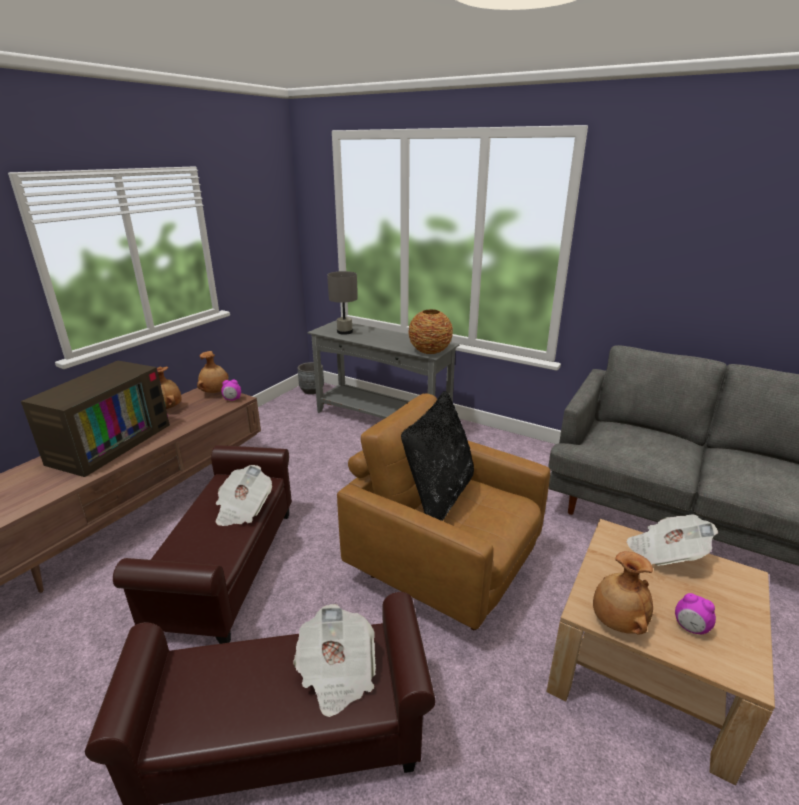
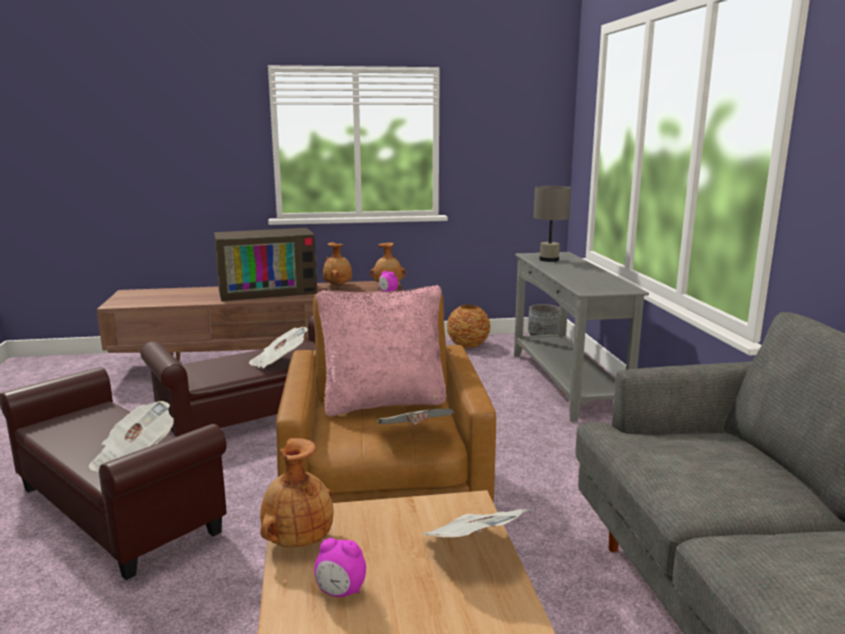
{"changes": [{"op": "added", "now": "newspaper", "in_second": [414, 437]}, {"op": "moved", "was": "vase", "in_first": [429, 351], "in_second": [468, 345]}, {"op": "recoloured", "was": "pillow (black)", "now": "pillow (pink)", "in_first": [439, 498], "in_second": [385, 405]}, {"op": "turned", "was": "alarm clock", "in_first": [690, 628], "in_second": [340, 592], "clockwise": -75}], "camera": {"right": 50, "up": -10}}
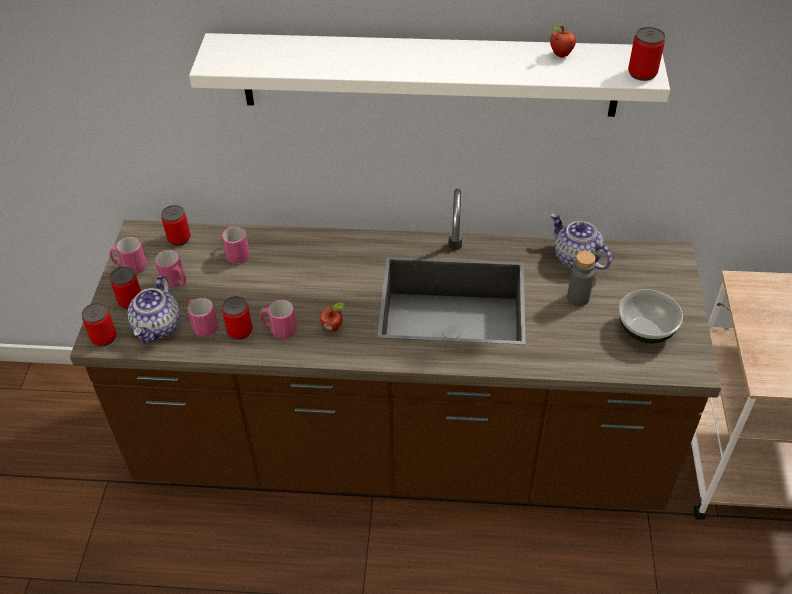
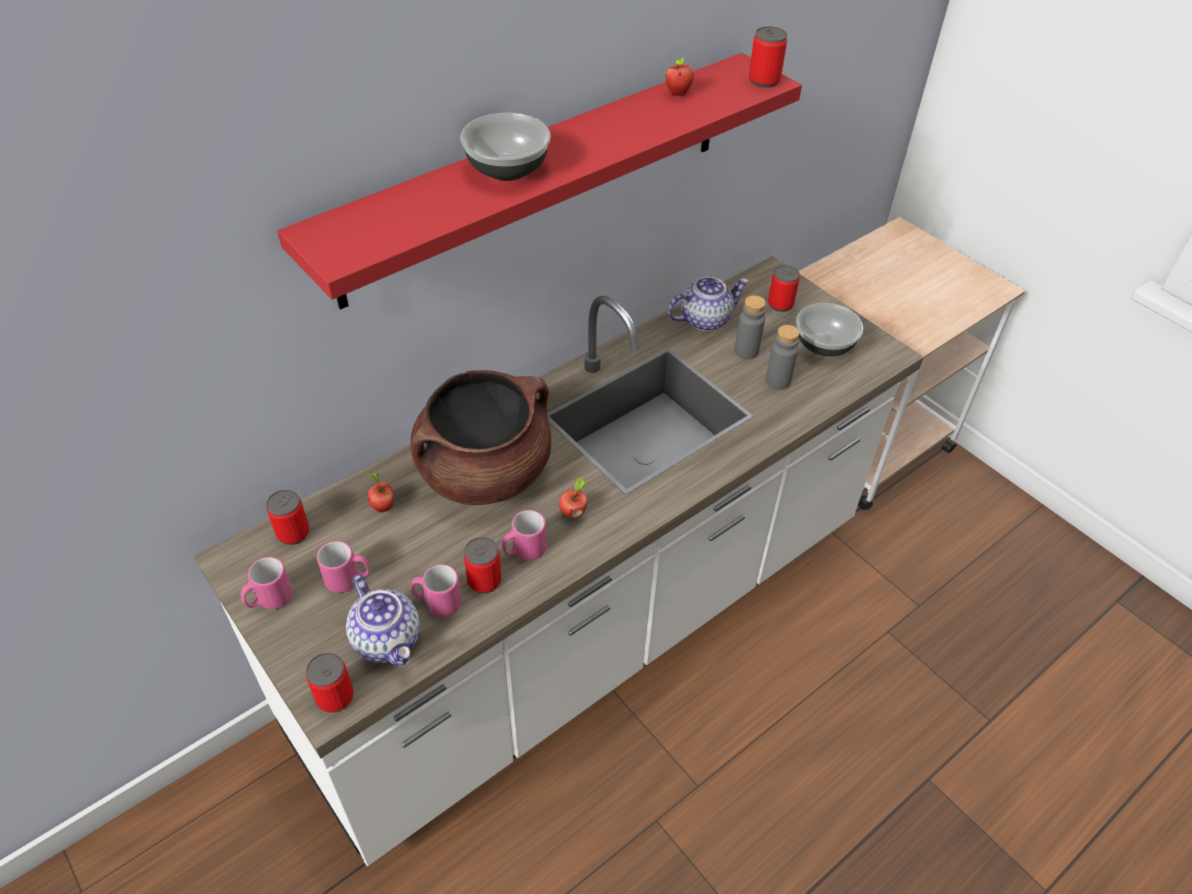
{"changes": [{"op": "added", "now": "cooking pot (brown)", "in_second": [485, 472]}, {"op": "added", "now": "bowl", "in_second": [506, 169]}, {"op": "added", "now": "bottle (grey)", "in_second": [778, 381]}, {"op": "moved", "was": "can", "in_first": [130, 300], "in_second": [780, 304]}, {"op": "replaced", "was": "mug (pink)", "now": "apple", "in_first": [236, 253], "in_second": [382, 507]}, {"op": "recoloured", "was": "counter (brown)", "now": "counter (white)", "in_first": [399, 450], "in_second": [590, 628]}, {"op": "recoloured", "was": "shelf (white)", "now": "shelf (red)", "in_first": [429, 75], "in_second": [539, 176]}, {"op": "turned", "was": "teapot", "in_first": [575, 258], "in_second": [705, 319], "clockwise": 150}], "camera": {"right": -45, "up": 0}}
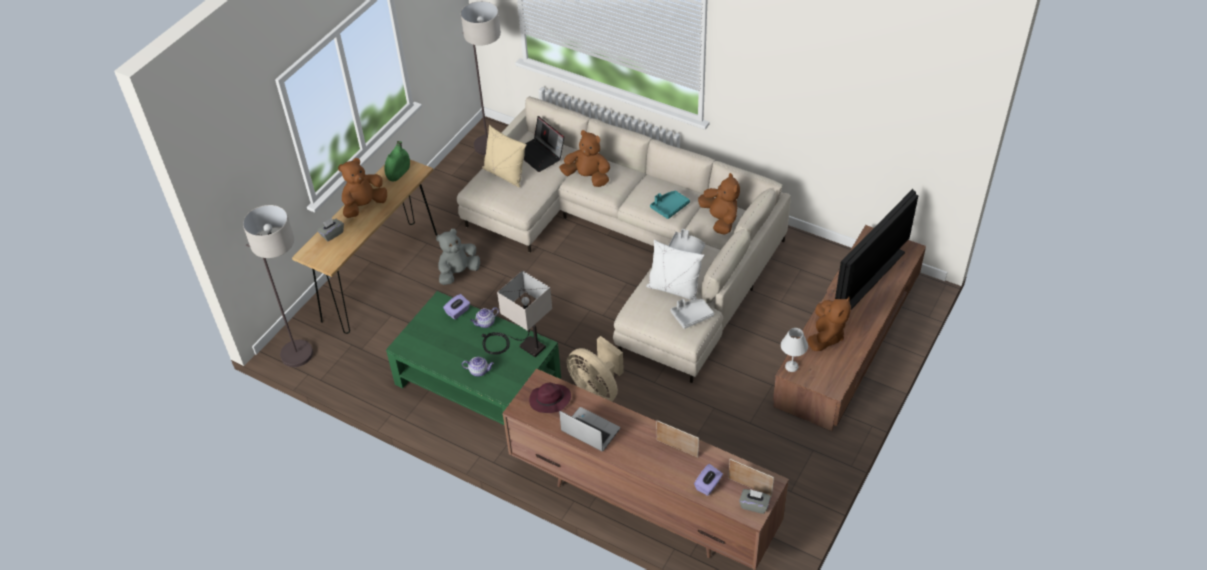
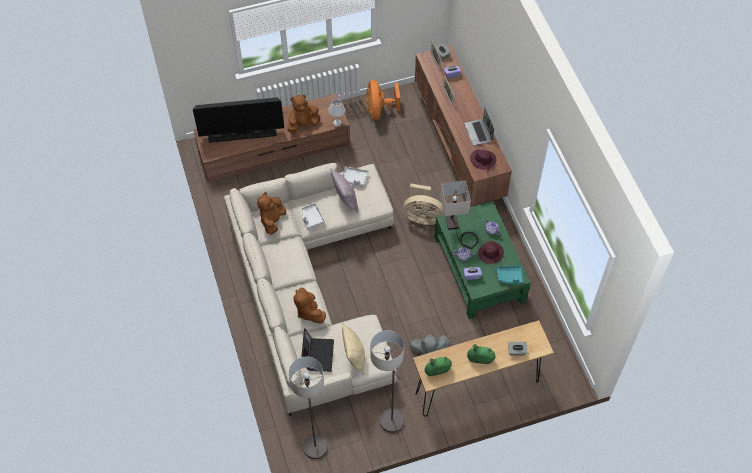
{"changes": [{"op": "added", "now": "fan (orange)", "in_second": [379, 110]}, {"op": "added", "now": "hat (purple)", "in_second": [491, 253]}, {"op": "moved", "was": "floor lamp (grey)", "in_first": [306, 356], "in_second": [387, 415]}, {"op": "moved", "was": "tray (turquoise)", "in_first": [669, 207], "in_second": [510, 277]}, {"op": "replaced", "was": "plush toy (brown)", "now": "vase (green)", "in_first": [364, 206], "in_second": [480, 359]}, {"op": "recoloured", "was": "pillow (white)", "now": "pillow (purple)", "in_first": [673, 289], "in_second": [346, 200]}, {"op": "turned", "was": "fan (beige)", "in_first": [597, 389], "in_second": [422, 216], "clockwise": 105}], "camera": {"right": -140, "up": 10}}
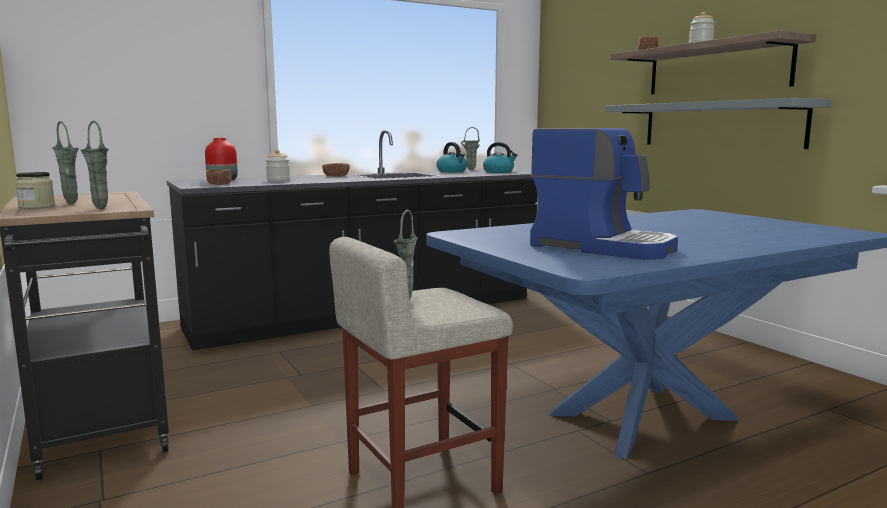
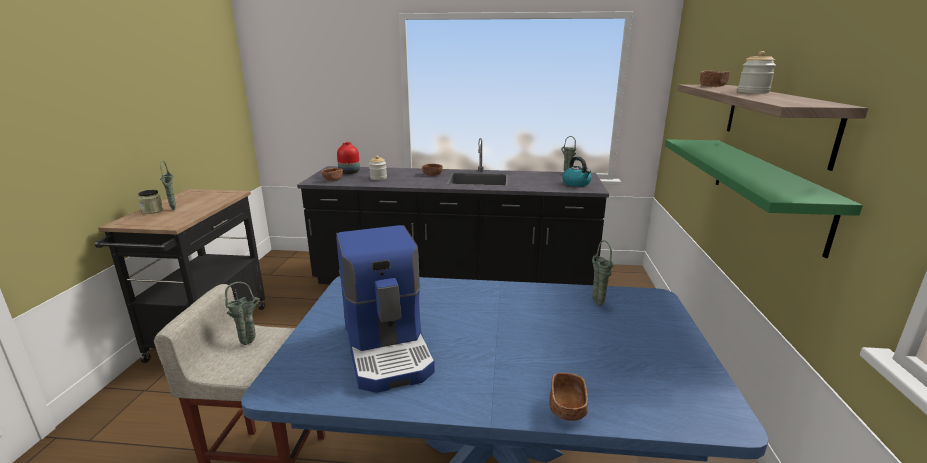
{"changes": [{"op": "removed", "was": "kettle", "in_first": [452, 171]}, {"op": "added", "now": "bowl (brown)", "in_second": [567, 408]}, {"op": "moved", "was": "vase (green)", "in_first": [99, 208], "in_second": [596, 303]}, {"op": "recoloured", "was": "shelf (grey)", "now": "shelf (green)", "in_first": [720, 125], "in_second": [766, 189]}], "camera": {"right": 35, "up": 10}}
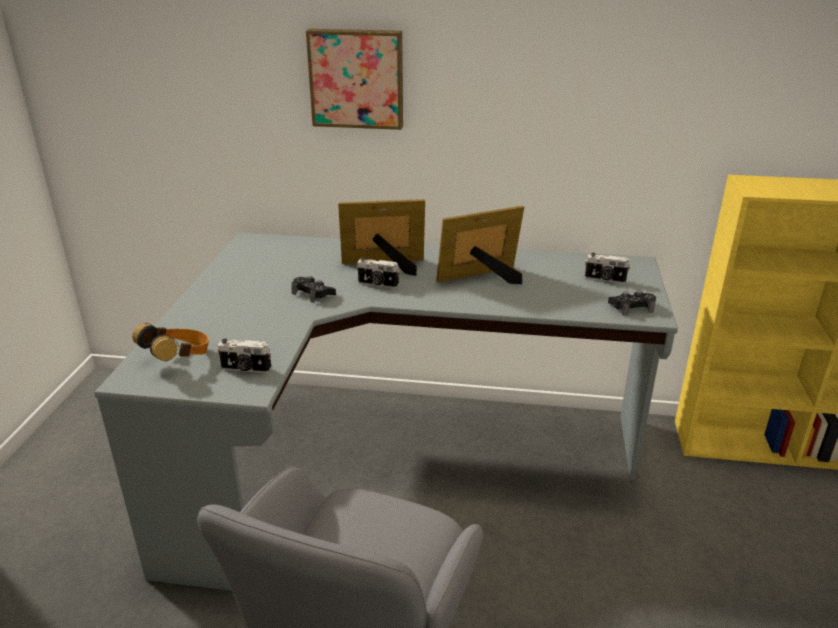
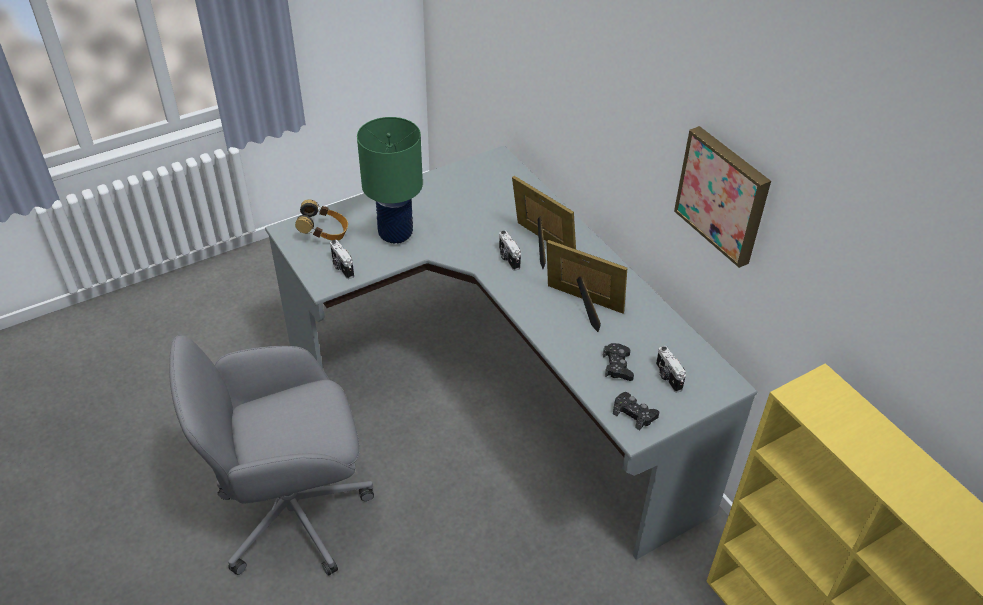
{"changes": [{"op": "added", "now": "table lamp (green)", "in_second": [395, 235]}, {"op": "moved", "was": "game controller (black)", "in_first": [313, 294], "in_second": [617, 366]}, {"op": "moved", "was": "picture", "in_first": [357, 78], "in_second": [724, 195]}], "camera": {"right": 50, "up": 15}}
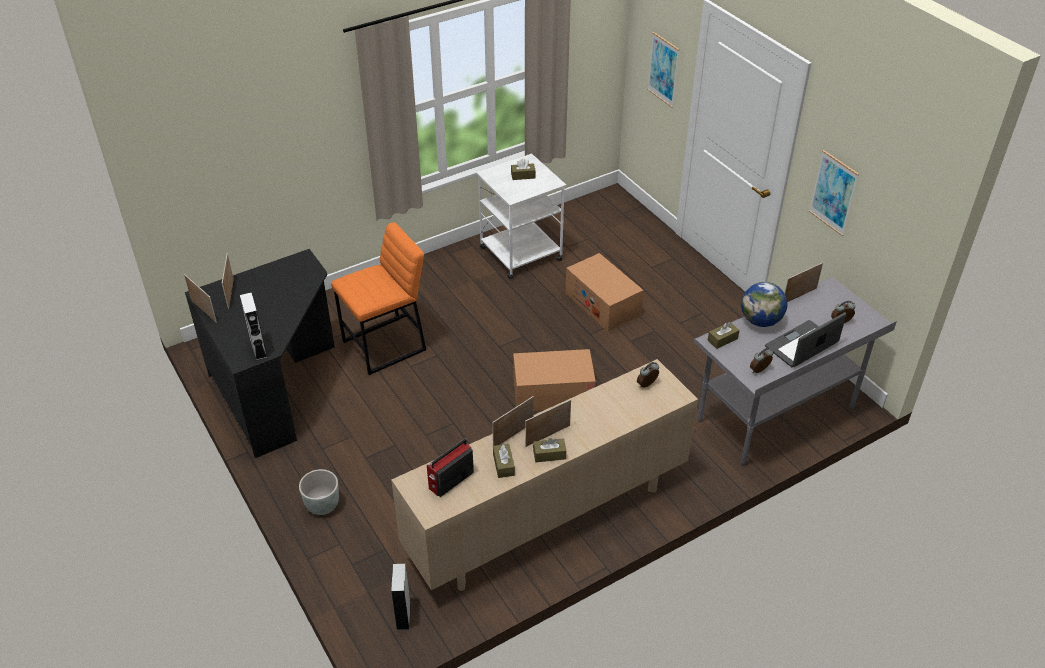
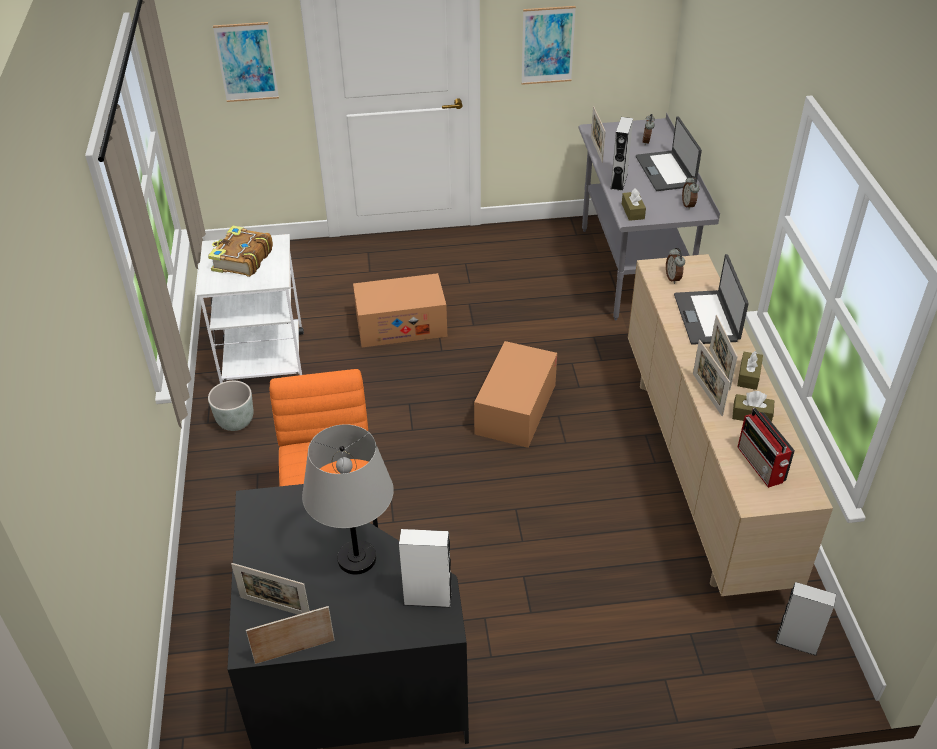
{"changes": [{"op": "added", "now": "table lamp (grey)", "in_second": [357, 558]}, {"op": "added", "now": "laptop", "in_second": [707, 318]}, {"op": "moved", "was": "planter (grey)", "in_first": [322, 505], "in_second": [235, 422]}, {"op": "replaced", "was": "tissue box (brown)", "now": "book", "in_first": [523, 176], "in_second": [241, 260]}, {"op": "replaced", "was": "globe", "now": "speaker (grey)", "in_first": [760, 321], "in_second": [619, 181]}], "camera": {"right": -65, "up": 0}}
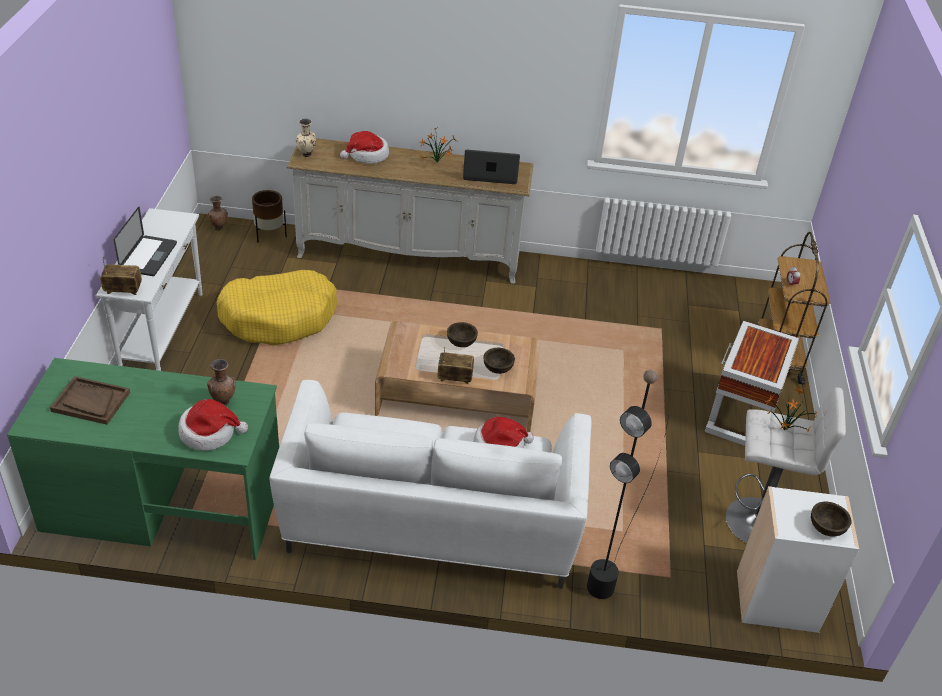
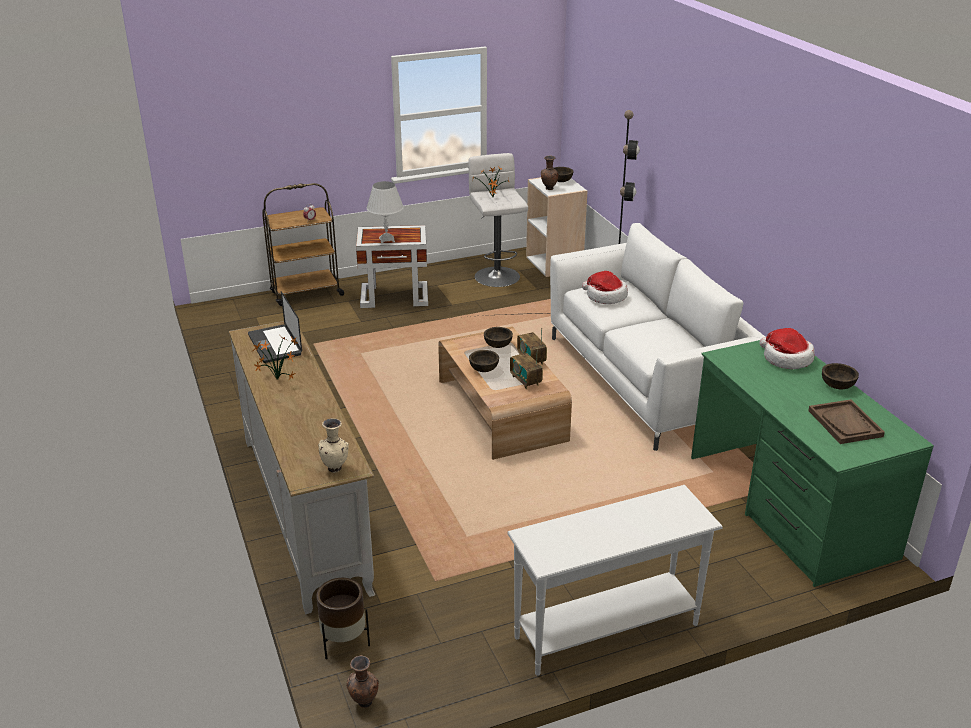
{"changes": [{"op": "removed", "was": "laptop", "in_first": [148, 257]}, {"op": "removed", "was": "dog bed (yellow)", "in_first": [279, 317]}, {"op": "removed", "was": "hat", "in_first": [367, 155]}, {"op": "added", "now": "table lamp (white)", "in_second": [386, 240]}, {"op": "added", "now": "bowl (brown)", "in_second": [837, 386]}, {"op": "moved", "was": "radio", "in_first": [123, 290], "in_second": [525, 380]}, {"op": "moved", "was": "vase (brown)", "in_first": [223, 401], "in_second": [548, 188]}], "camera": {"right": -115, "up": -10}}
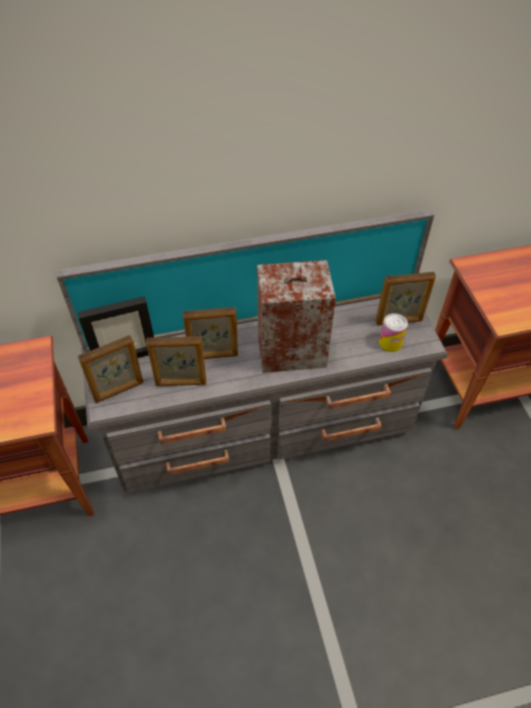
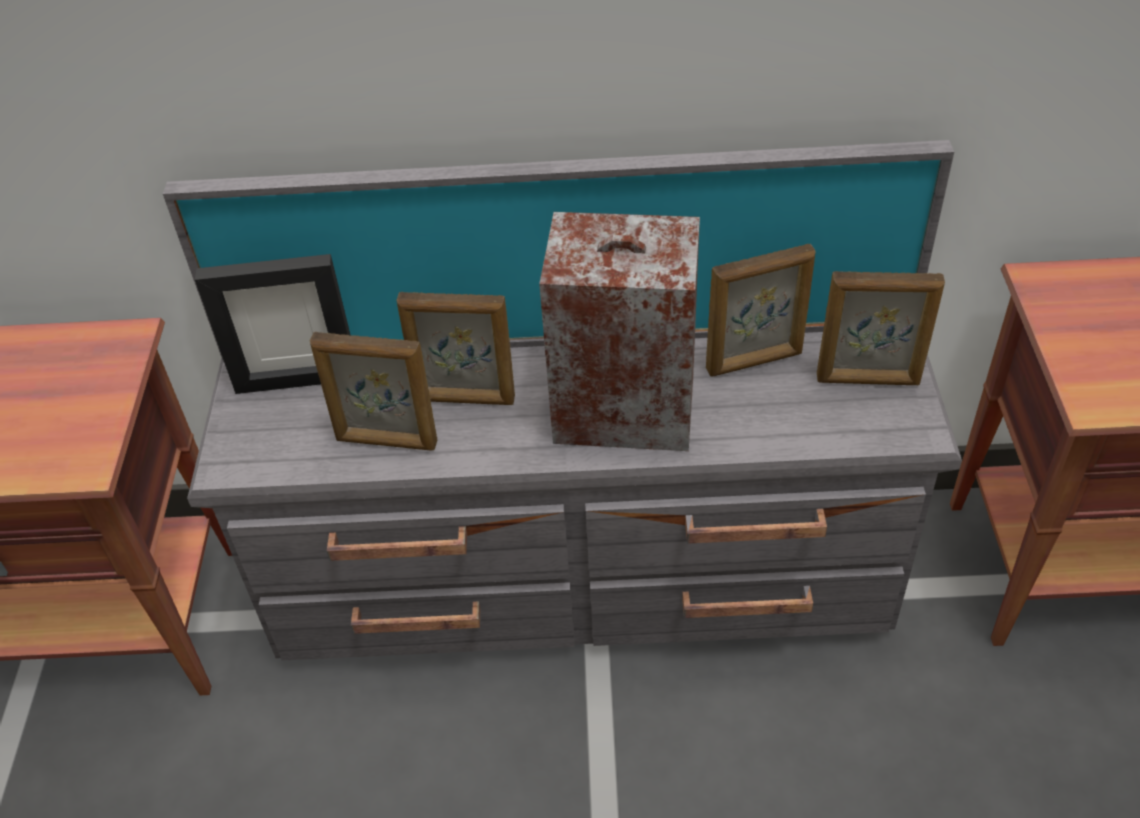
{"changes": [{"op": "removed", "was": "can", "in_first": [390, 342]}, {"op": "moved", "was": "picture frame", "in_first": [119, 391], "in_second": [755, 362]}], "camera": {"right": 15, "up": -5}}
